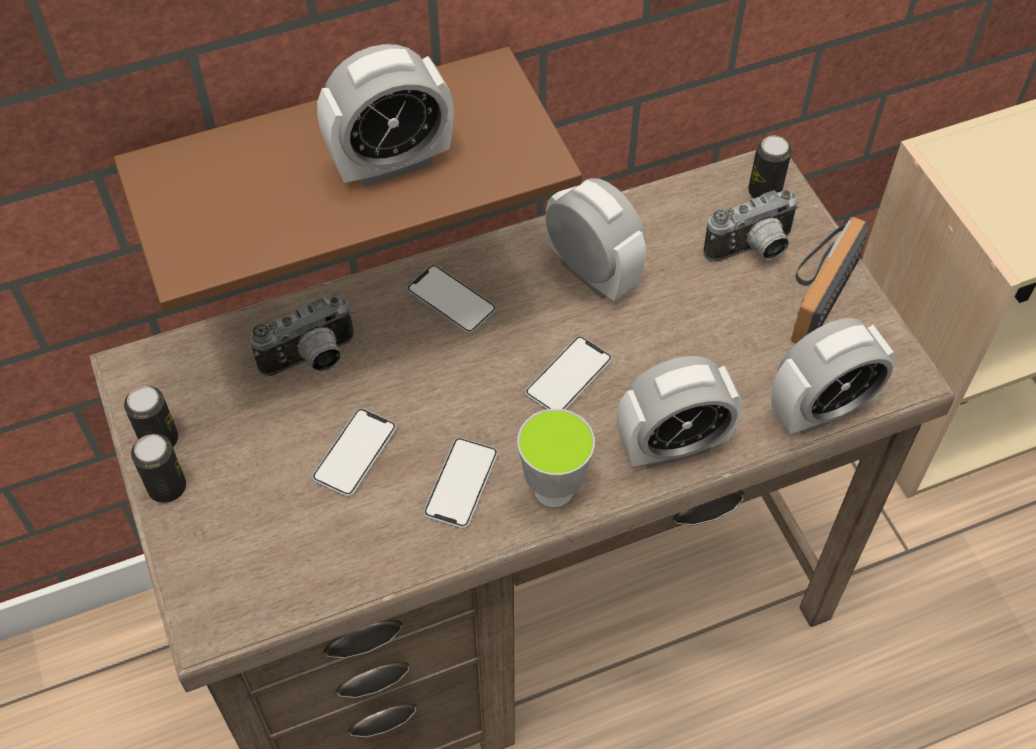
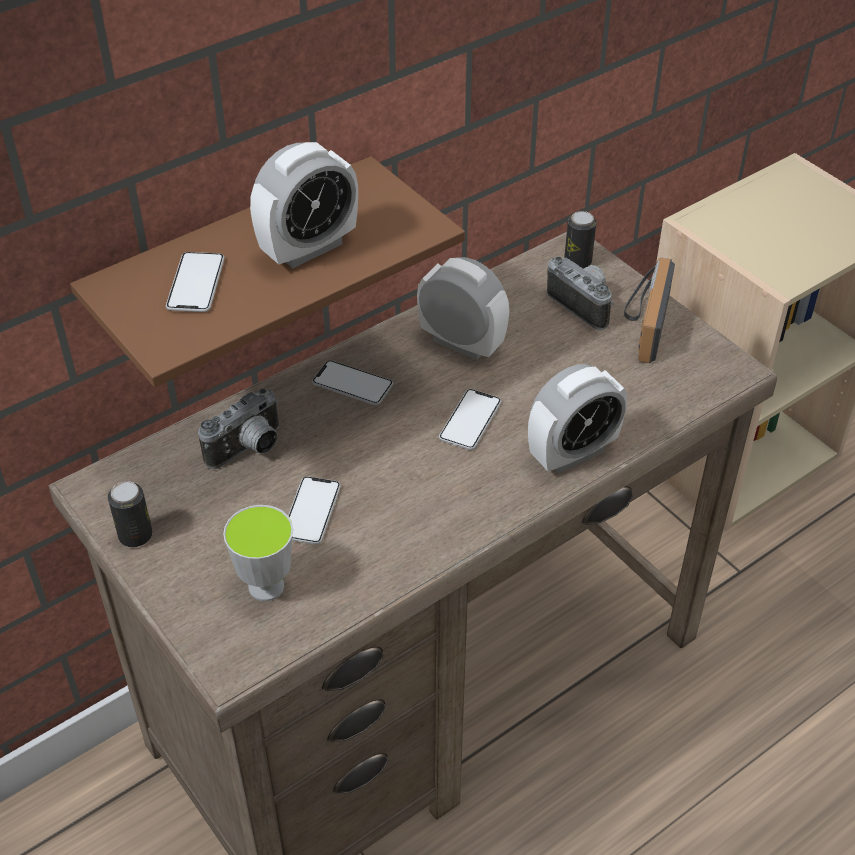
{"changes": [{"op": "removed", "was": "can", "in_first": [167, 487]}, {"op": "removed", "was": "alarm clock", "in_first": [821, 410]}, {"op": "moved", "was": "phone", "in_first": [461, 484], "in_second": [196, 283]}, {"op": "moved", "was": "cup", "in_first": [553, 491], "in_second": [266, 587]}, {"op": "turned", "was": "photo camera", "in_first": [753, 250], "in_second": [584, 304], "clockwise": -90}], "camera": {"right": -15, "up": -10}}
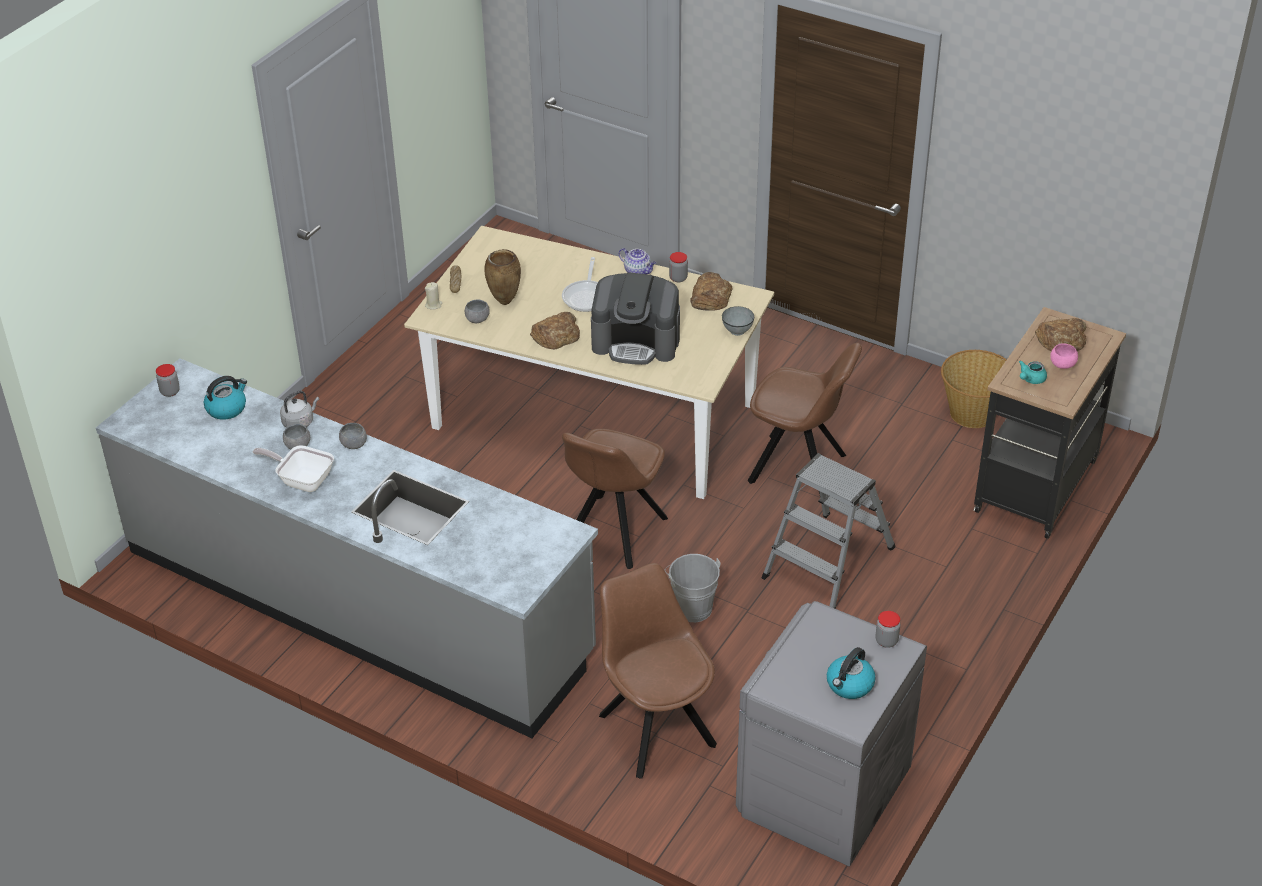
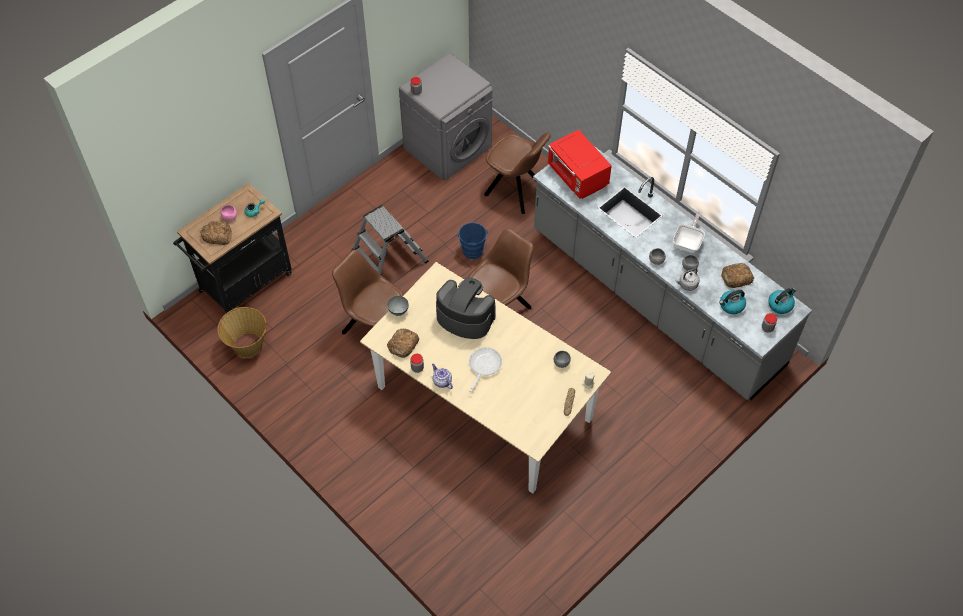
{"changes": [{"op": "removed", "was": "vase (brown)", "in_first": [504, 302]}, {"op": "added", "now": "microwave (red)", "in_second": [577, 177]}, {"op": "moved", "was": "bread", "in_first": [556, 335], "in_second": [736, 277]}, {"op": "moved", "was": "kettle", "in_first": [849, 685], "in_second": [780, 304]}, {"op": "recoloured", "was": "bucket (grey)", "now": "bucket (blue)", "in_first": [692, 606], "in_second": [473, 253]}, {"op": "turned", "was": "frying pan", "in_first": [302, 480], "in_second": [688, 242], "clockwise": -105}, {"op": "turned", "was": "chair (brown)", "in_first": [655, 730], "in_second": [515, 191], "clockwise": -45}], "camera": {"right": -165, "up": 15}}
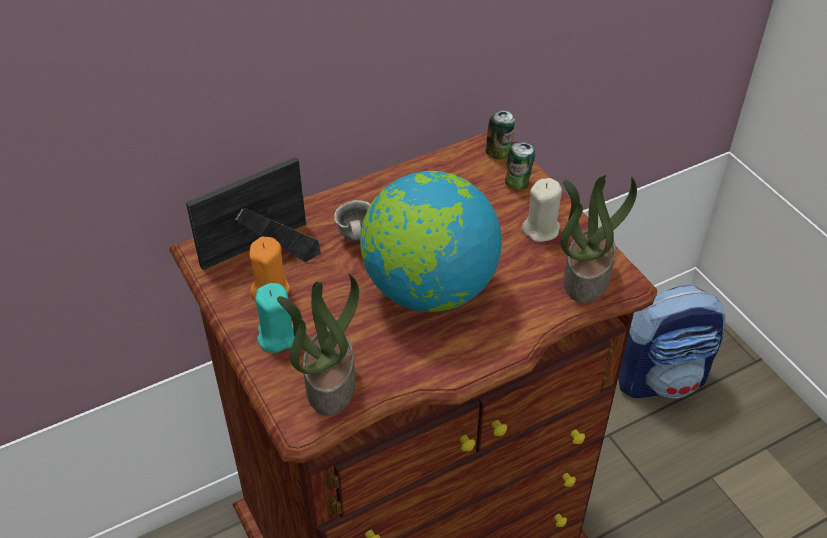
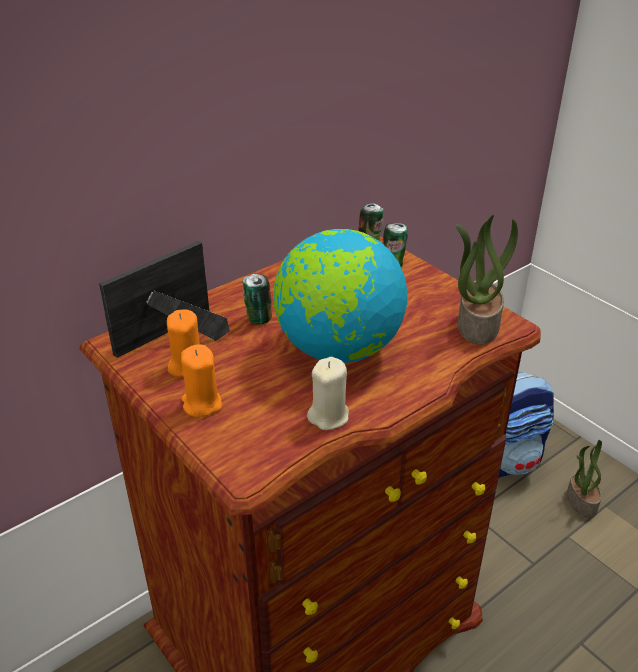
{"changes": [{"op": "moved", "was": "potted plant", "in_first": [329, 382], "in_second": [580, 501]}, {"op": "moved", "was": "candle (beige)", "in_first": [541, 229], "in_second": [328, 416]}, {"op": "replaced", "was": "mug (grey)", "now": "can", "in_first": [354, 239], "in_second": [258, 318]}, {"op": "recoloured", "was": "candle (turquoise)", "now": "candle (orange)", "in_first": [276, 337], "in_second": [201, 404]}], "camera": {"right": -10, "up": -10}}
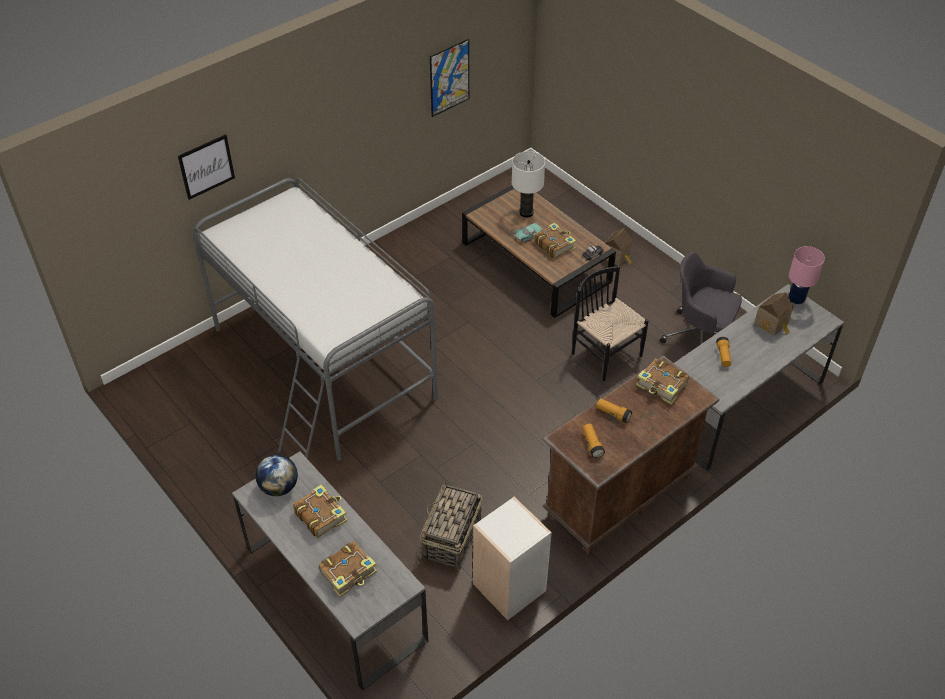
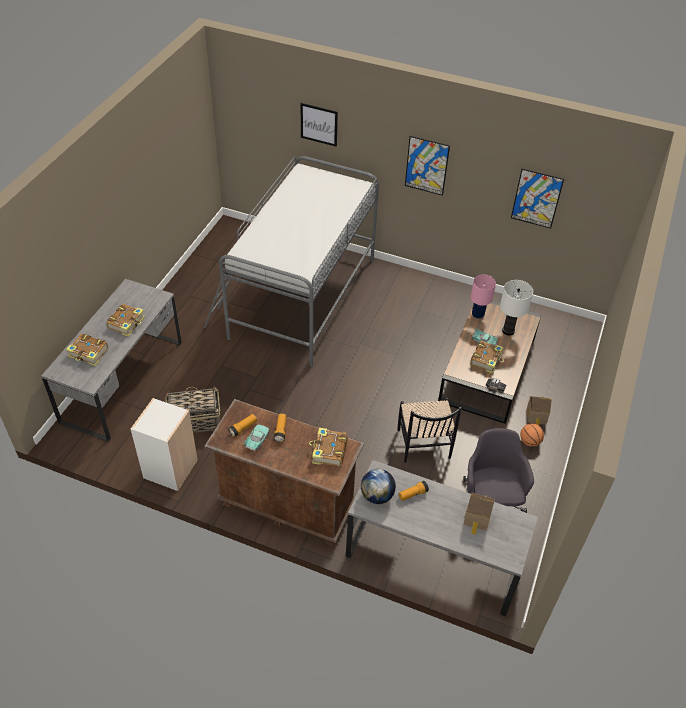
{"changes": [{"op": "added", "now": "toy car (turquoise)", "in_second": [257, 440]}, {"op": "added", "now": "picture", "in_second": [426, 165]}, {"op": "added", "now": "basketball", "in_second": [529, 442]}, {"op": "moved", "was": "globe", "in_first": [279, 487], "in_second": [377, 495]}, {"op": "moved", "was": "table lamp (pink)", "in_first": [796, 299], "in_second": [478, 315]}, {"op": "turned", "was": "chair (black)", "in_first": [604, 353], "in_second": [424, 446], "clockwise": 150}], "camera": {"right": 60, "up": 0}}
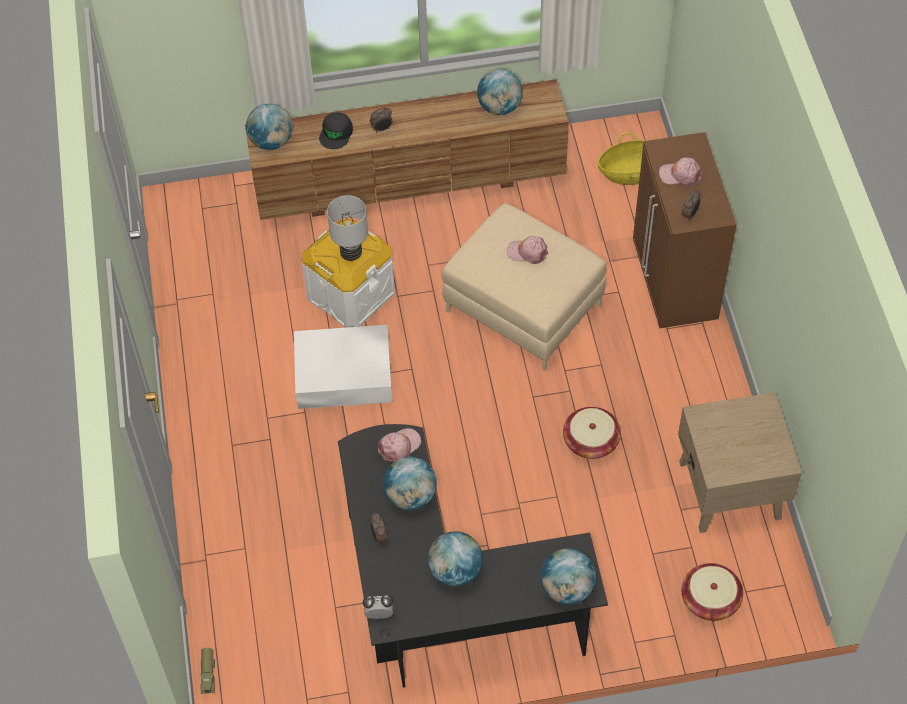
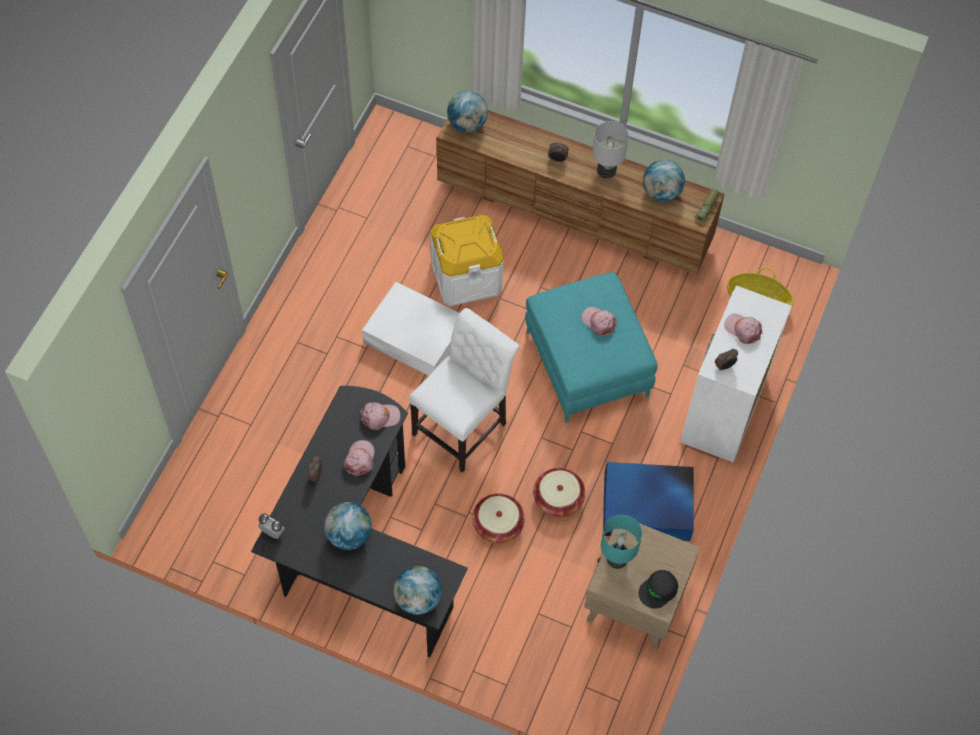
{"changes": [{"op": "added", "now": "chair (white)", "in_second": [464, 425]}, {"op": "added", "now": "table lamp (turquoise)", "in_second": [617, 558]}, {"op": "added", "now": "storage box (blue)", "in_second": [648, 507]}, {"op": "moved", "was": "toy truck", "in_first": [209, 674], "in_second": [707, 209]}, {"op": "moved", "was": "cap (black)", "in_first": [336, 133], "in_second": [658, 590]}, {"op": "moved", "was": "table lamp (grey)", "in_first": [350, 252], "in_second": [606, 170]}, {"op": "moved", "was": "basket", "in_first": [710, 600], "in_second": [498, 524]}, {"op": "replaced", "was": "globe", "now": "cap (pink)", "in_first": [410, 496], "in_second": [360, 459]}, {"op": "recoloured", "was": "ottoman (beige)", "now": "ottoman (turquoise)", "in_first": [524, 308], "in_second": [587, 364]}, {"op": "recoloured", "was": "cabinet (brown)", "now": "cabinet (white)", "in_first": [675, 278], "in_second": [723, 409]}], "camera": {"right": 30, "up": 5}}
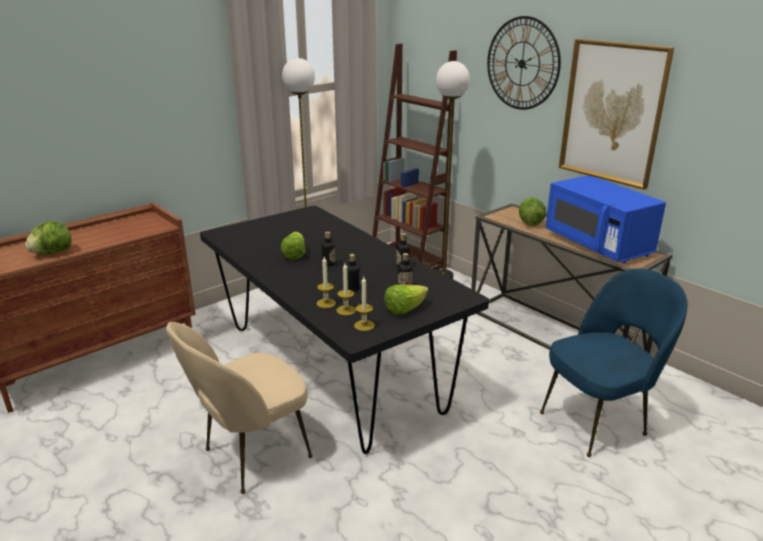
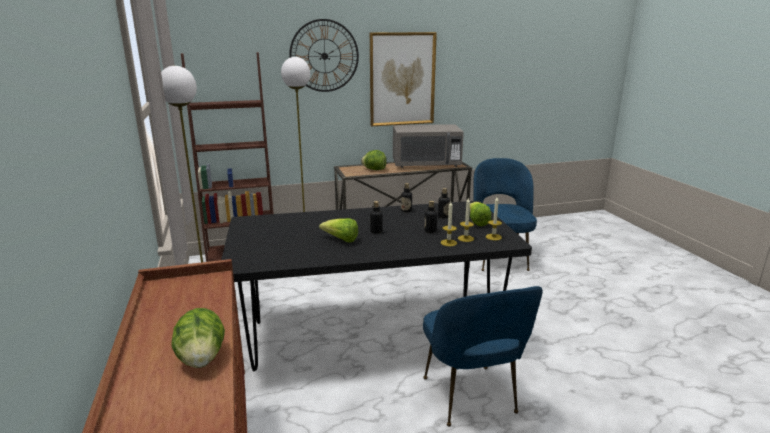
{"changes": [{"op": "recoloured", "was": "chair (beige)", "now": "chair (blue)", "in_first": [250, 457], "in_second": [471, 401]}, {"op": "recoloured", "was": "microwave (blue)", "now": "microwave (grey)", "in_first": [597, 244], "in_second": [426, 165]}], "camera": {"right": -65, "up": -5}}
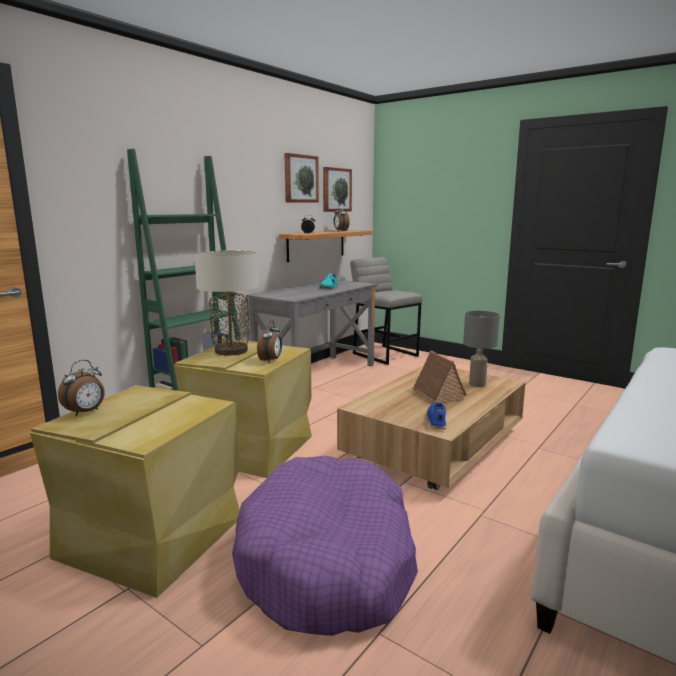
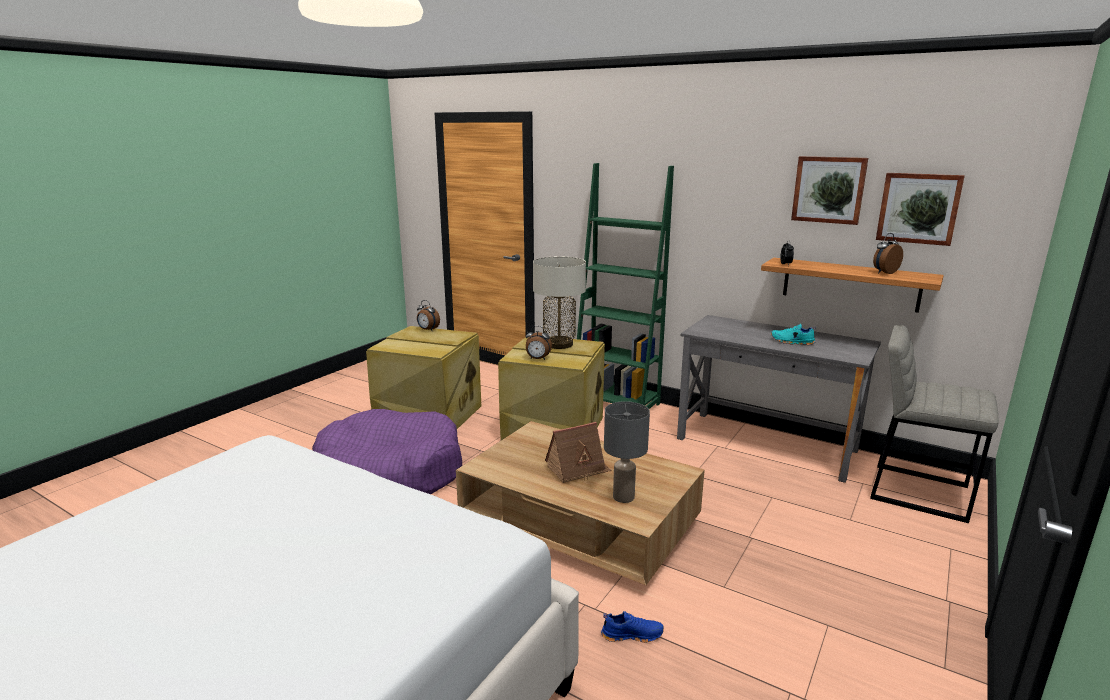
{"changes": [{"op": "moved", "was": "shoe (blue)", "in_first": [435, 421], "in_second": [631, 634]}, {"op": "turned", "was": "chair (grey)", "in_first": [384, 354], "in_second": [916, 491], "clockwise": -105}], "camera": {"right": 85, "up": 5}}
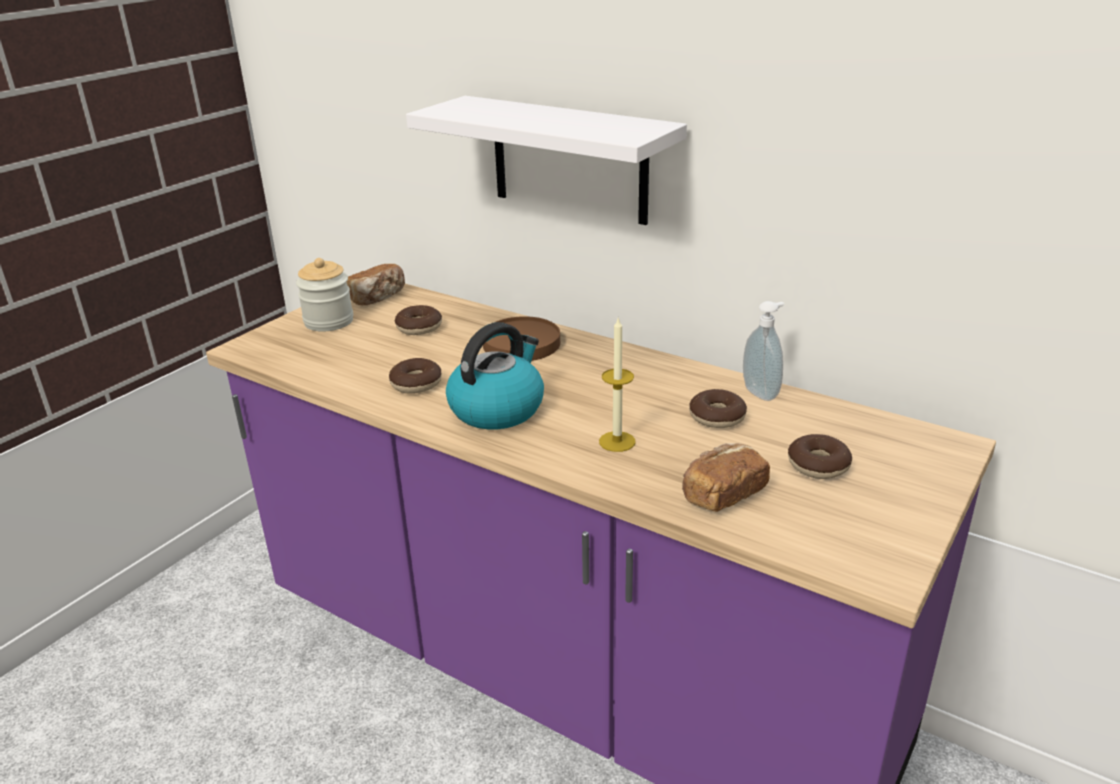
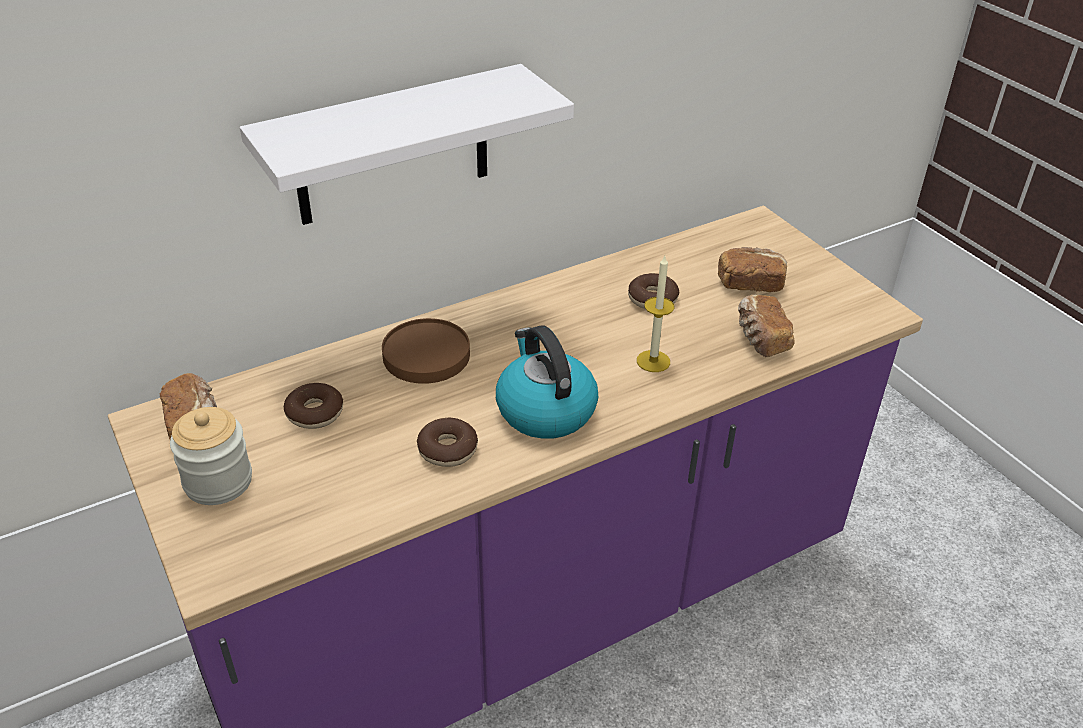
{"changes": [{"op": "removed", "was": "soap dispenser", "in_first": [762, 393]}, {"op": "replaced", "was": "donut", "now": "bread", "in_first": [818, 465], "in_second": [750, 283]}], "camera": {"right": -65, "up": 10}}
